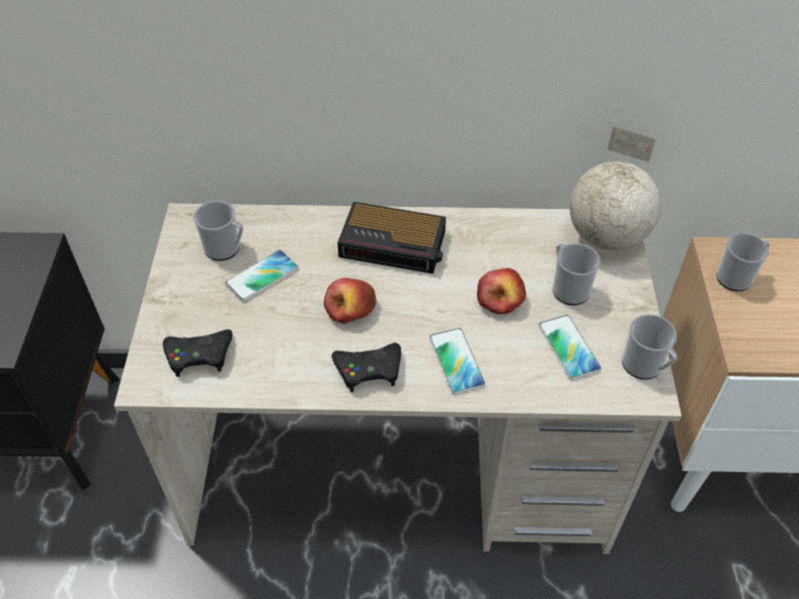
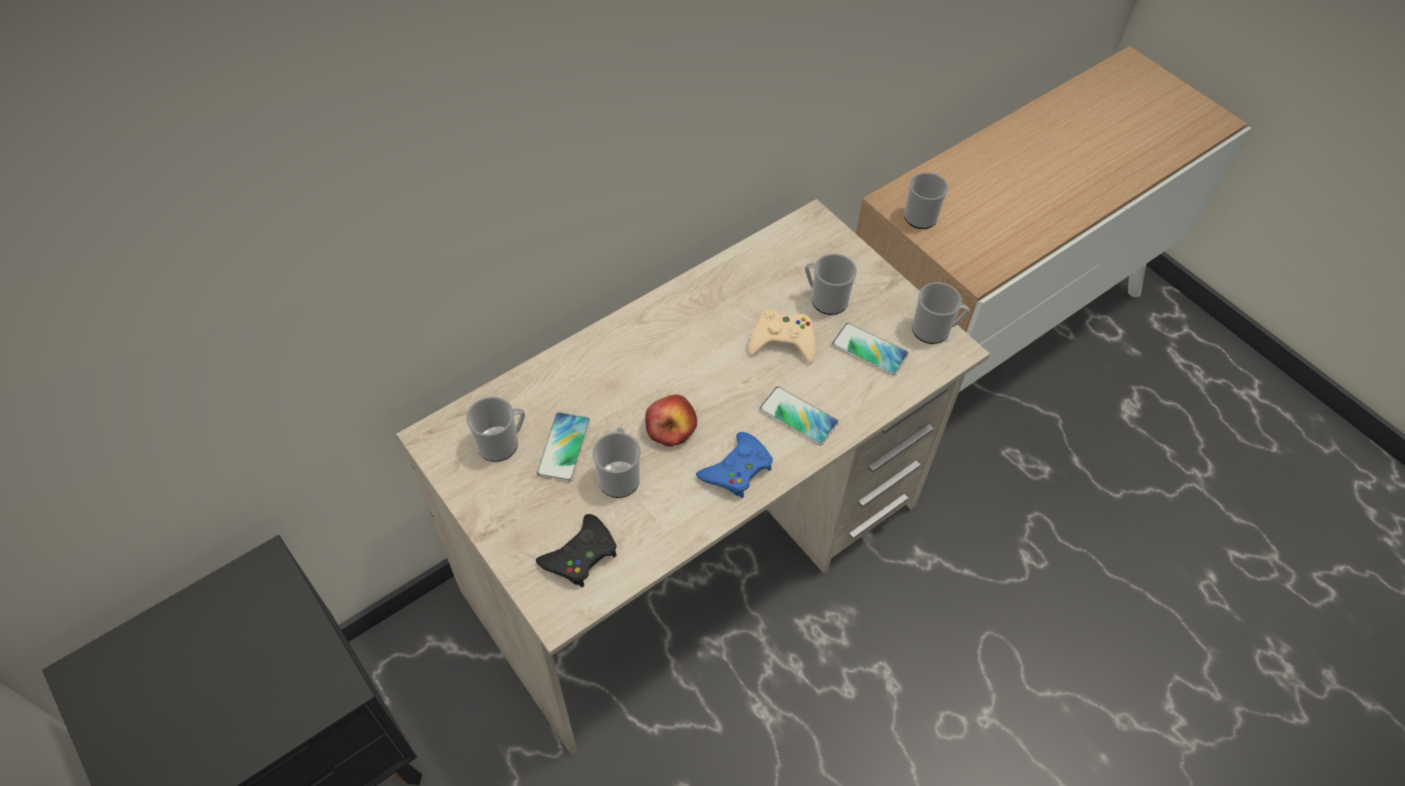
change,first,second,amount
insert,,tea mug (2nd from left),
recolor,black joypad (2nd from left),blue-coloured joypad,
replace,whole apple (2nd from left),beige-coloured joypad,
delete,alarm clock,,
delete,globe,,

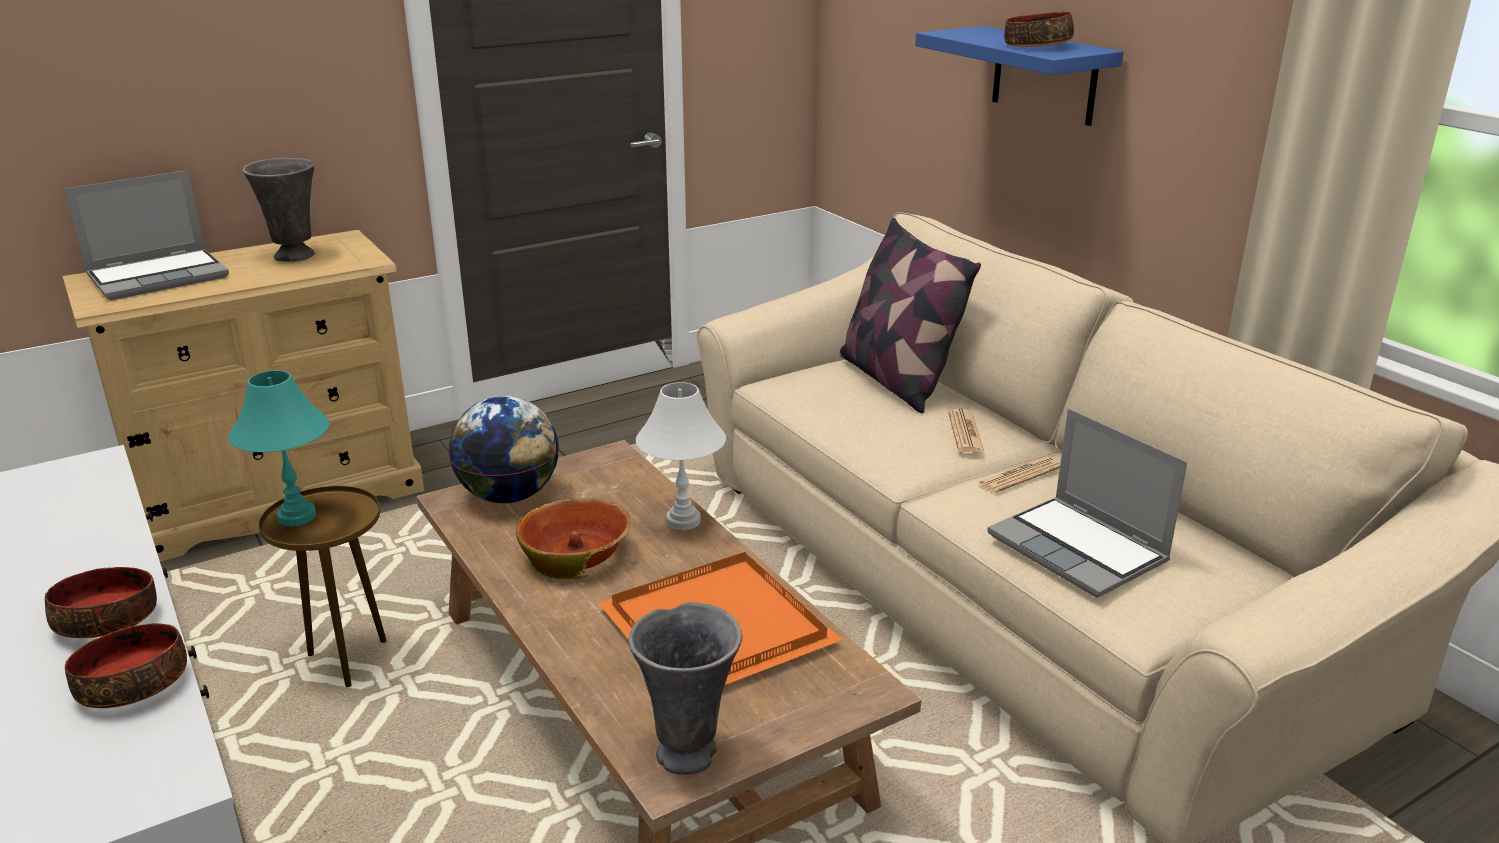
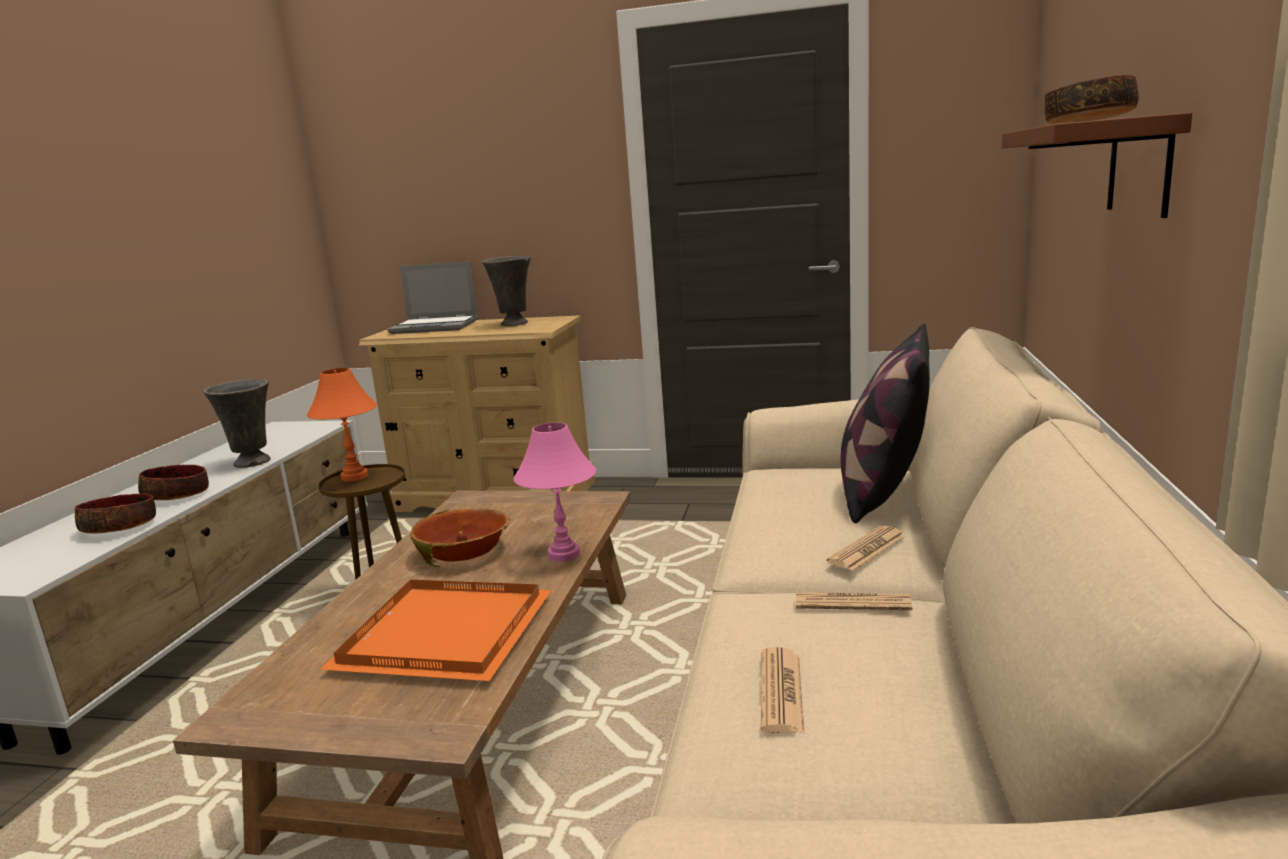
change,first,second,amount
move,greyish flower vase (2nd from left in the first image),greyish flower vase (1st from left),
recolor,blue-green tabletop lamp,orange tabletop lamp,
recolor,whitish tabletop lamp,pinkish tabletop lamp,
replace,laptop (2nd from left),newspaper (1st from left),
recolor,blue-coloured shelf,brownish shelf,
delete,globe,,

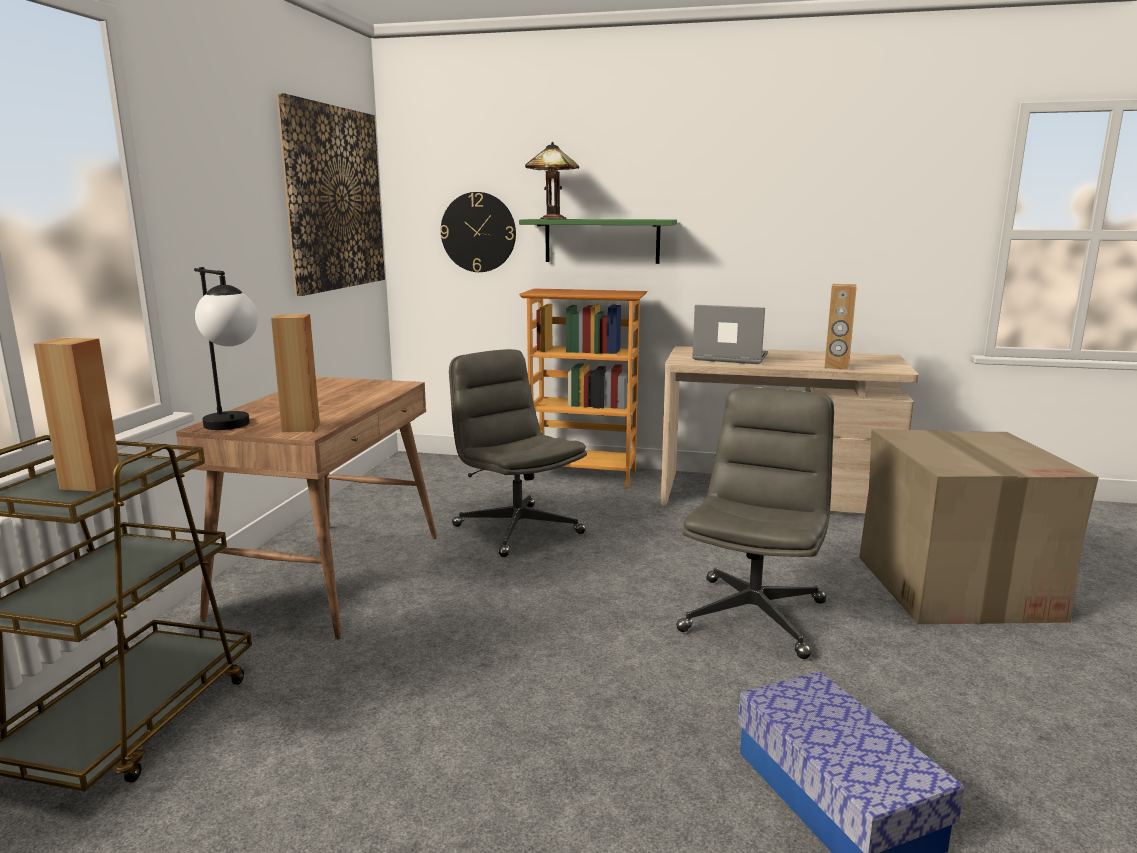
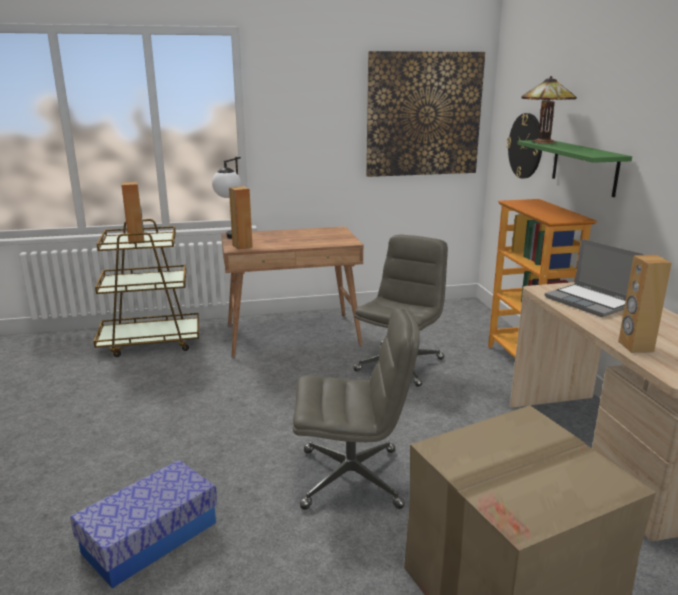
change,first,second,amount
rotate,laptop,,150 degrees clockwise

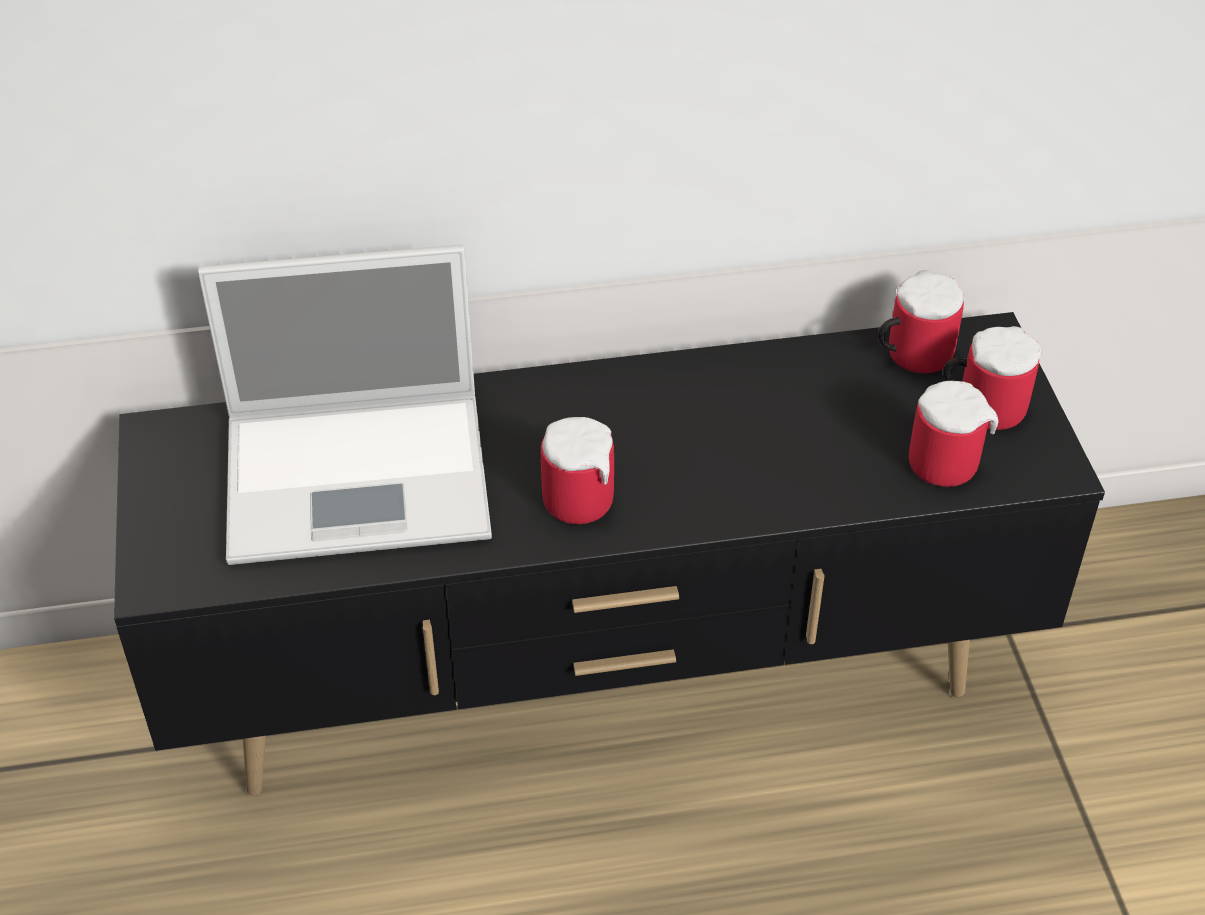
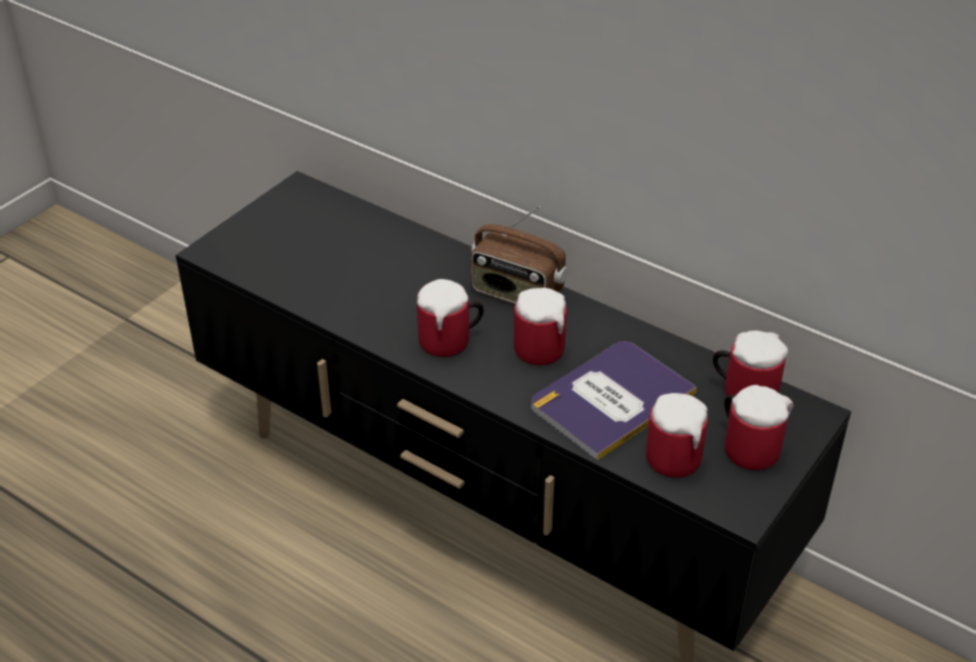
change,first,second,amount
insert,,radio receiver,
insert,,tea mug (2nd from left),
insert,,volume,
delete,laptop,,

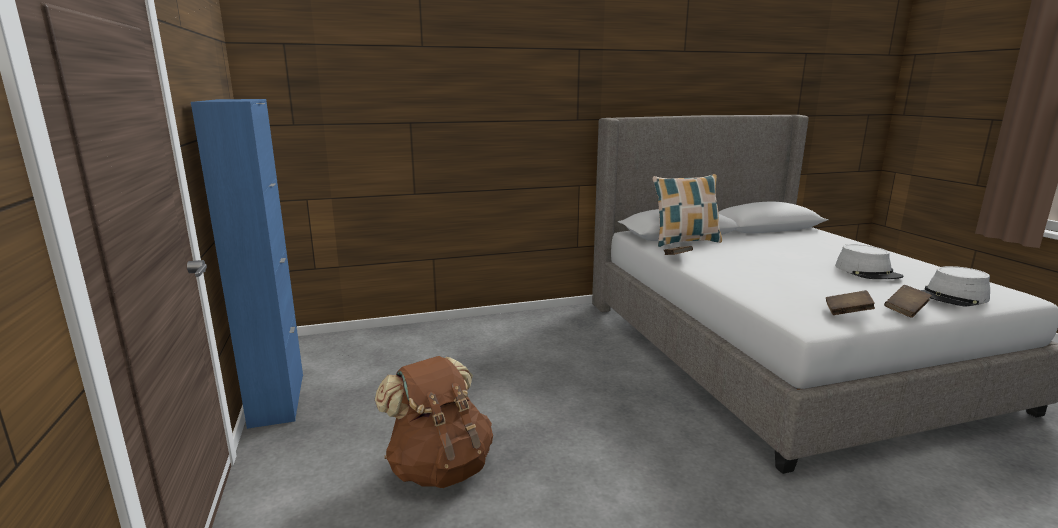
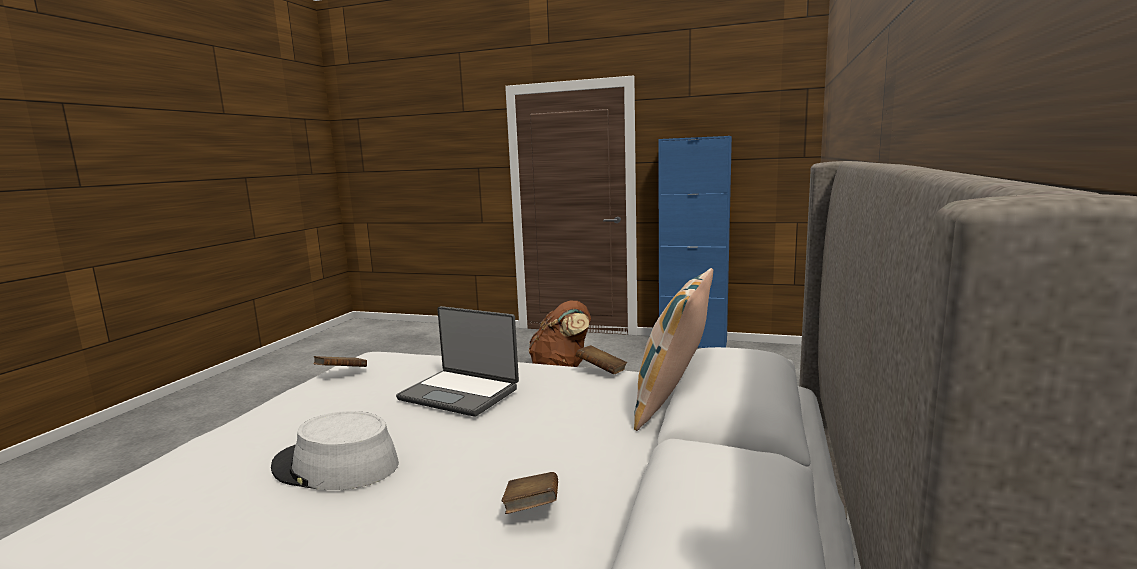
change,first,second,amount
insert,,laptop,
move,brownish volume (3rd from left in the first image),brownish volume (2nd from left),
delete,greyish hat (2nd from left),,

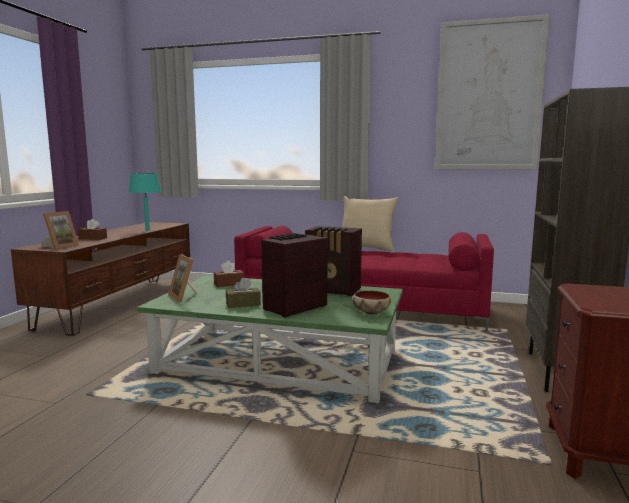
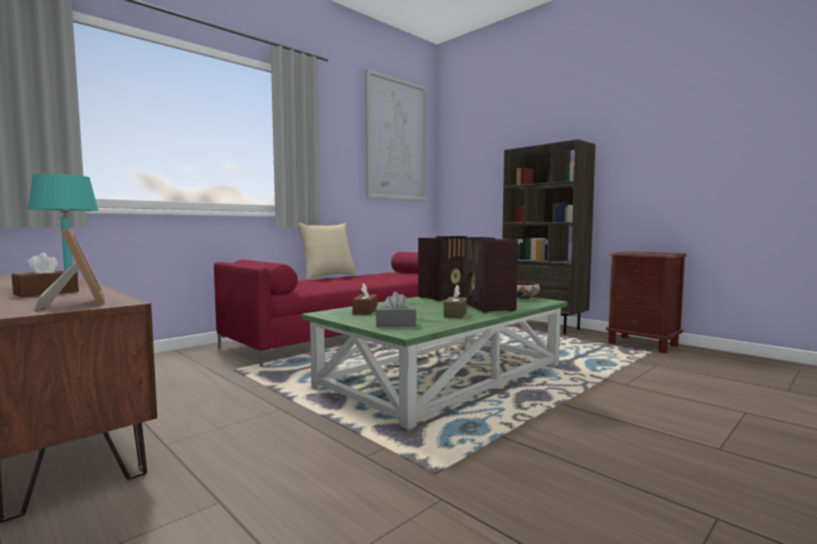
change,first,second,amount
replace,photo frame (2nd from left),greyish tissue box,

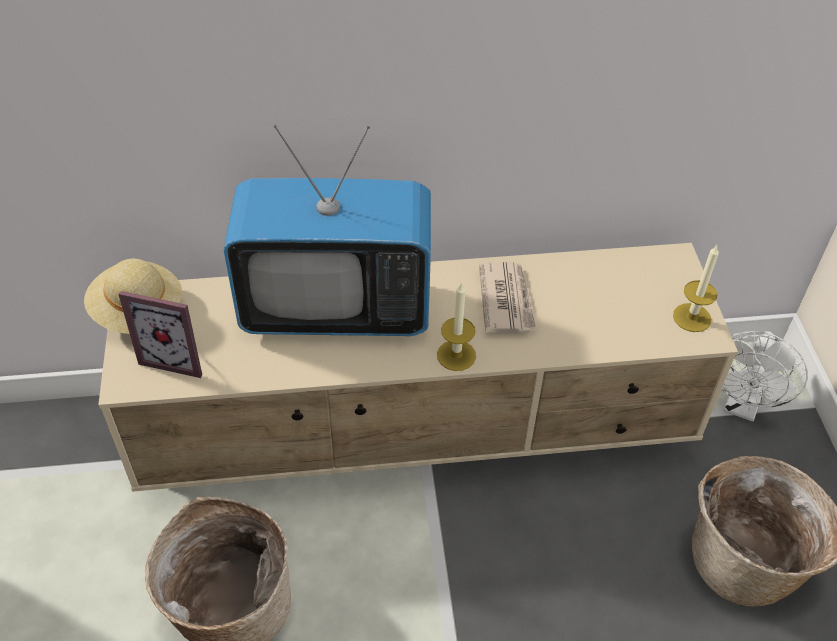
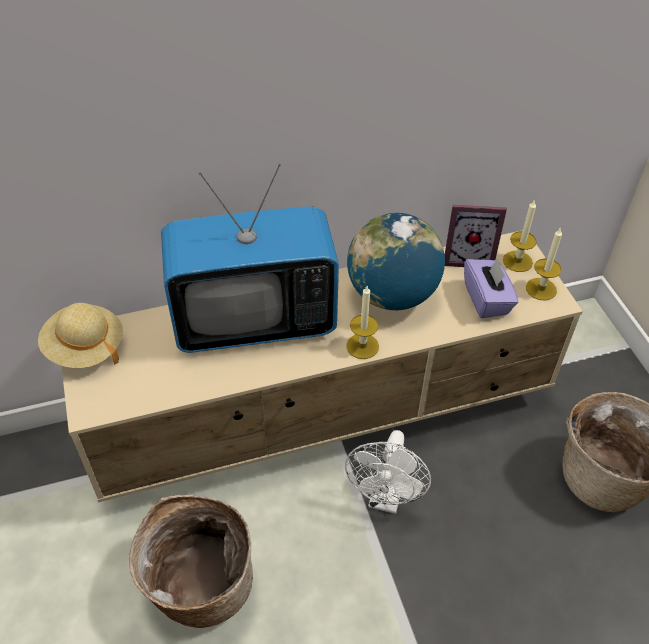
change,first,second,amount
move,whitish fan,,
replace,newspaper,globe,
move,photo frame,,
insert,,purple tissue box,
insert,,wax light (2nd from left),

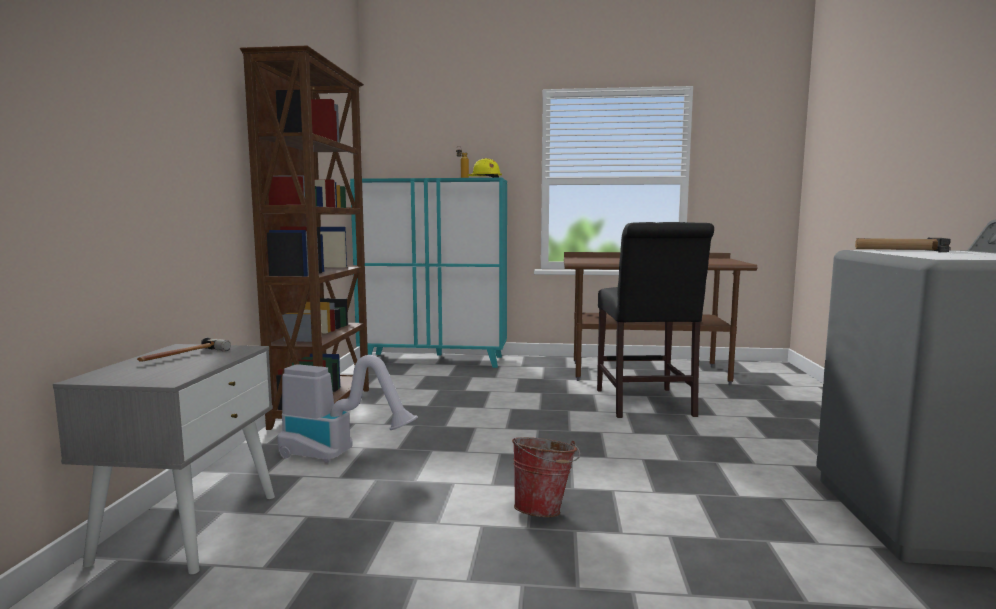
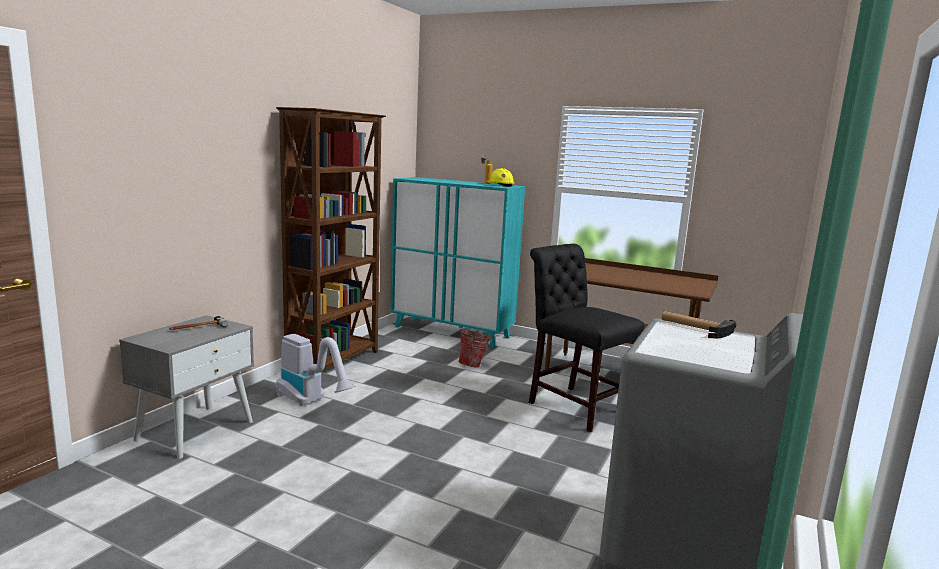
change,first,second,amount
move,water bucket,,
rotate,black plain chair,,120 degrees clockwise

